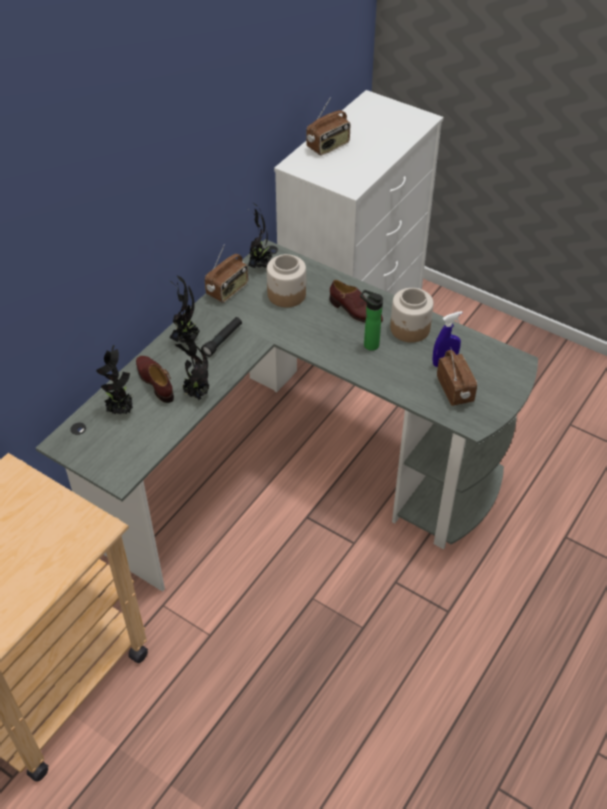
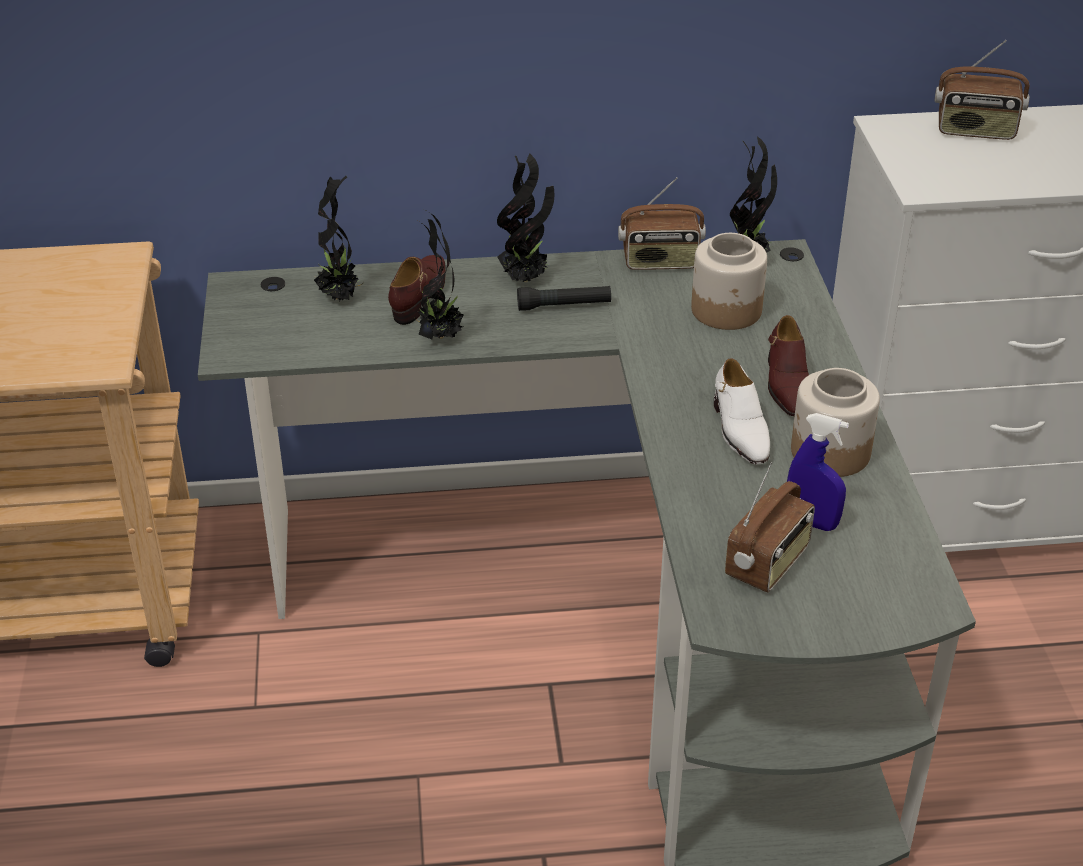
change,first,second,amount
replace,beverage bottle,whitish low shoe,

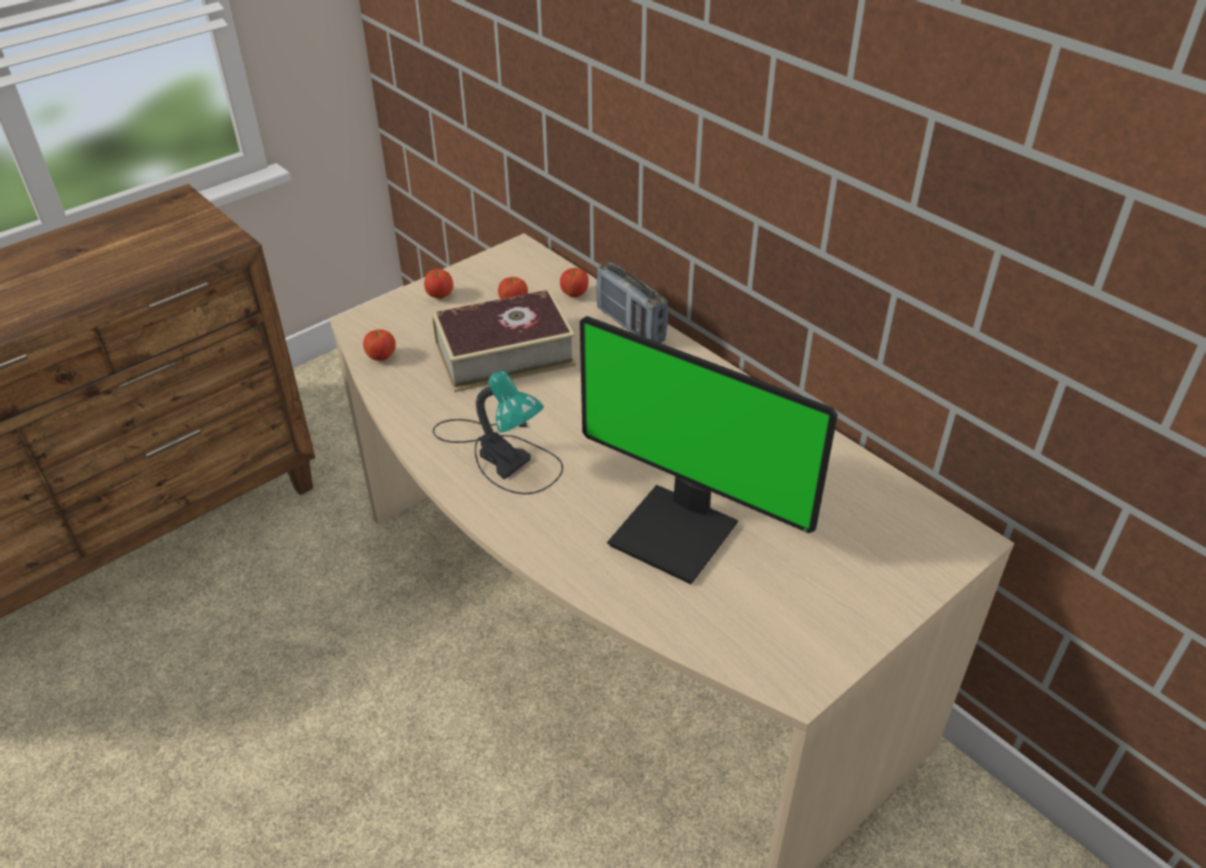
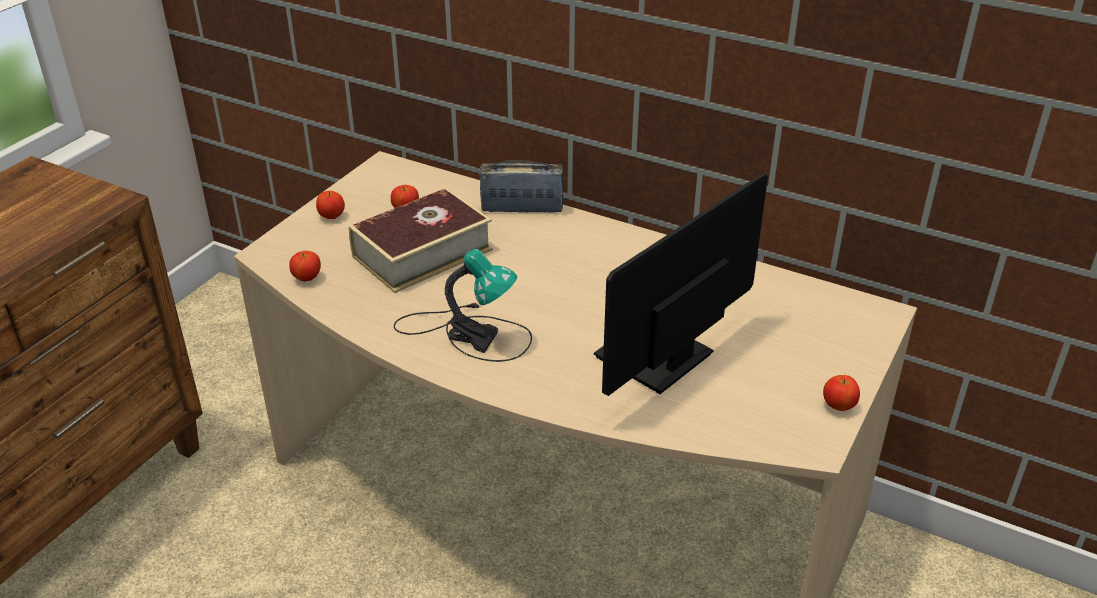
change,first,second,amount
rotate,radio receiver,,150 degrees clockwise
rotate,computer screen,,120 degrees clockwise
move,whole apple (4th from left),,

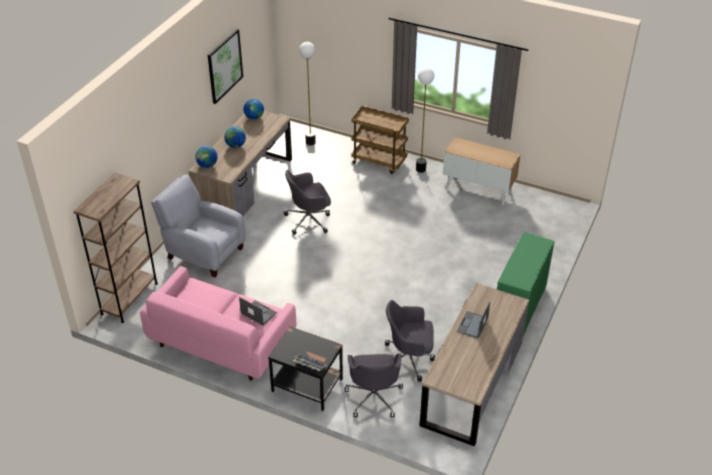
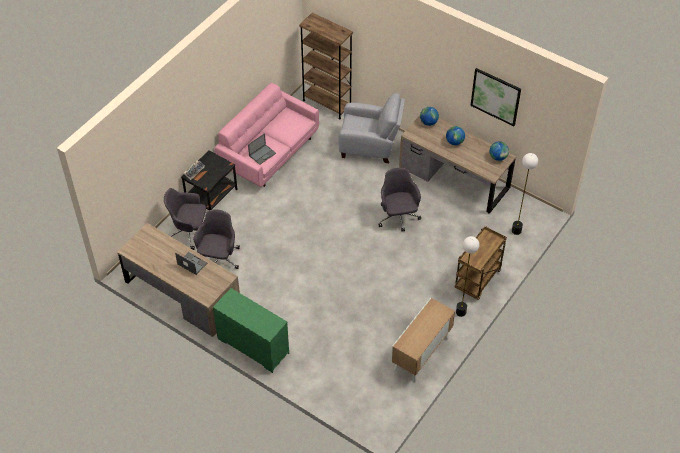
change,first,second,amount
rotate,greyish armchair,,60 degrees clockwise

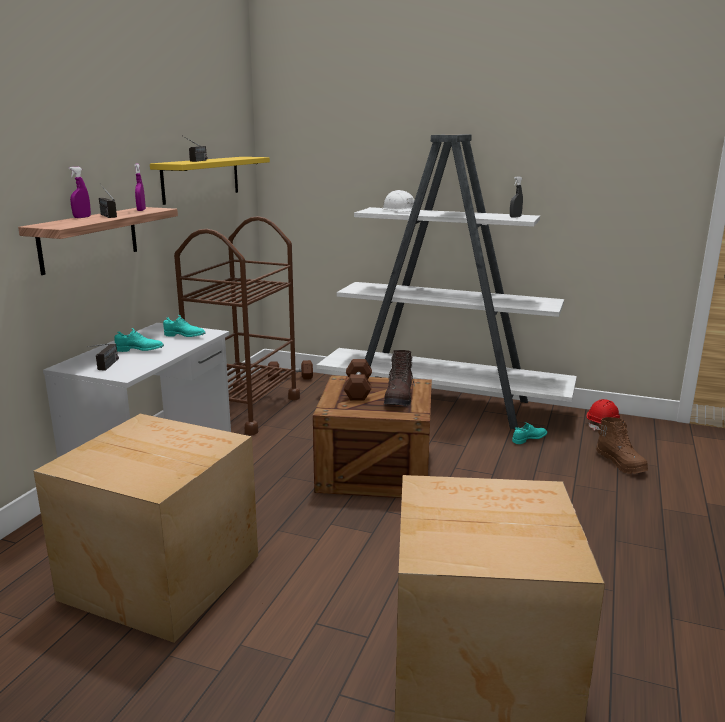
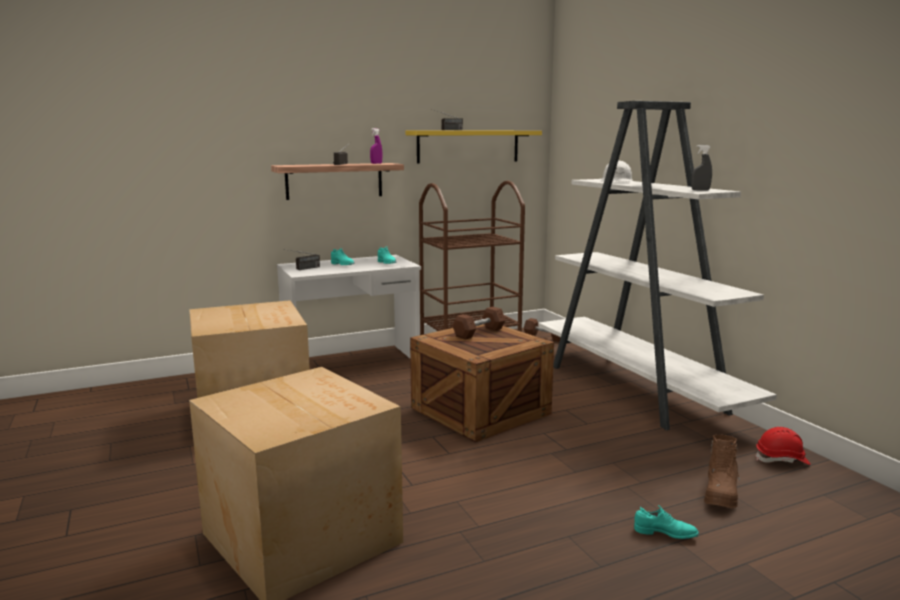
change,first,second,amount
move,blue-green low shoe (3rd from left),,
delete,purple hand sprayer (1st from left),,
delete,brownish boot (1st from left),,

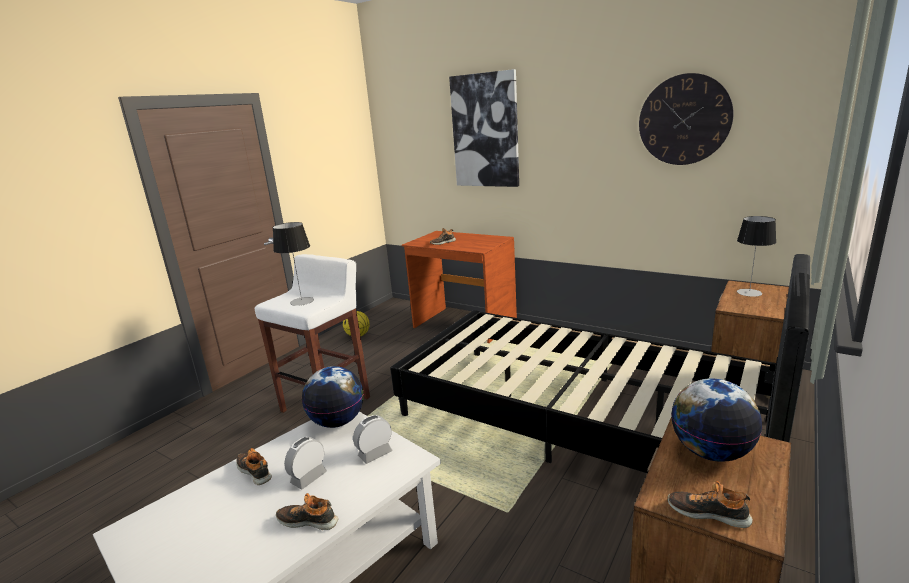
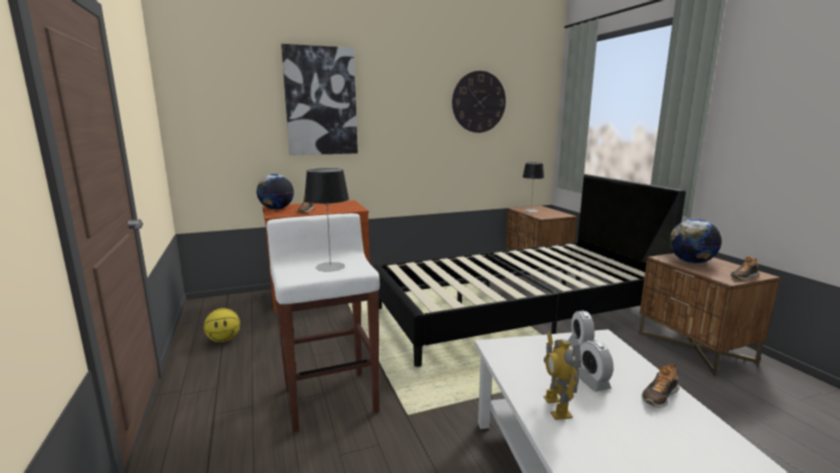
change,first,second,amount
move,globe (1st from left),,
replace,low shoe (1st from left),model robot,

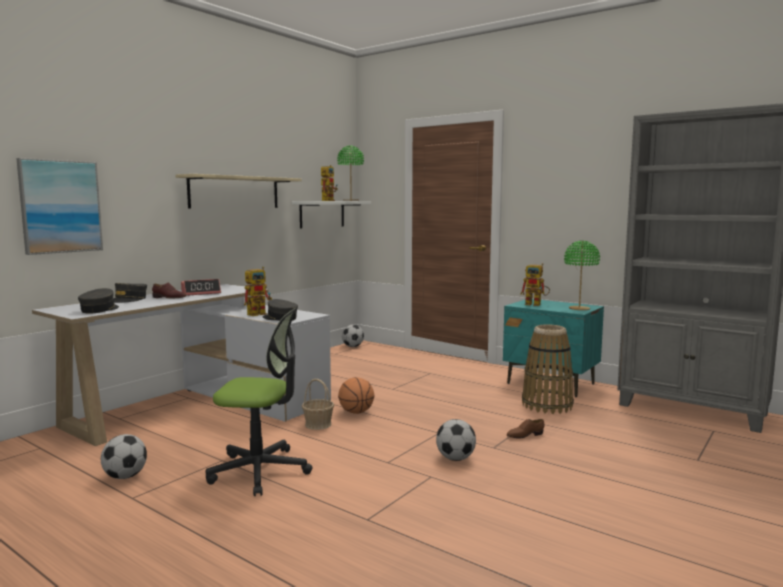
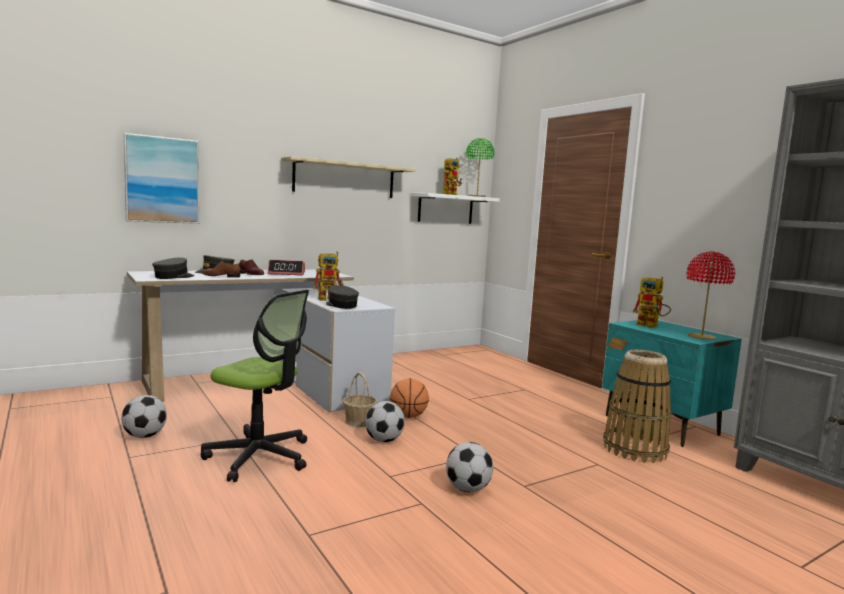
change,first,second,amount
move,brownish low shoe (2nd from left in the first image),brownish low shoe (1st from left),
move,ball for football (2nd from left),,
recolor,green tabletop lamp (2nd from left),red tabletop lamp,

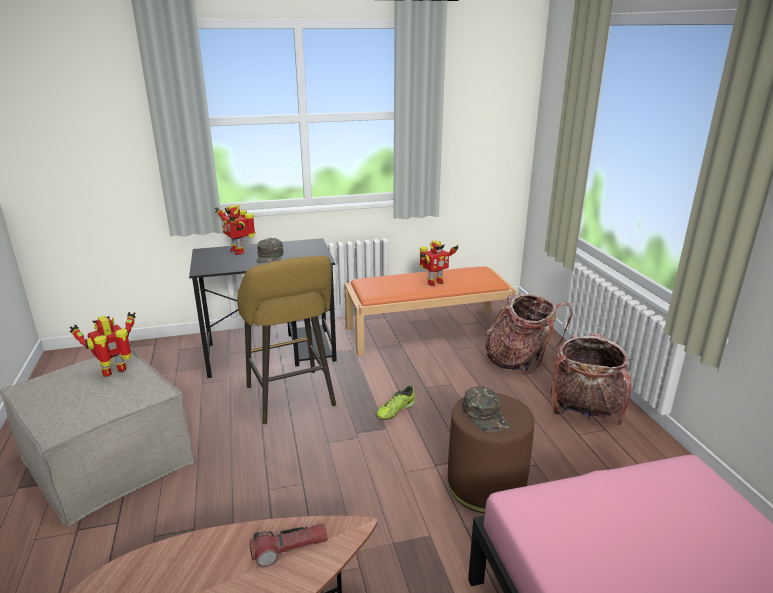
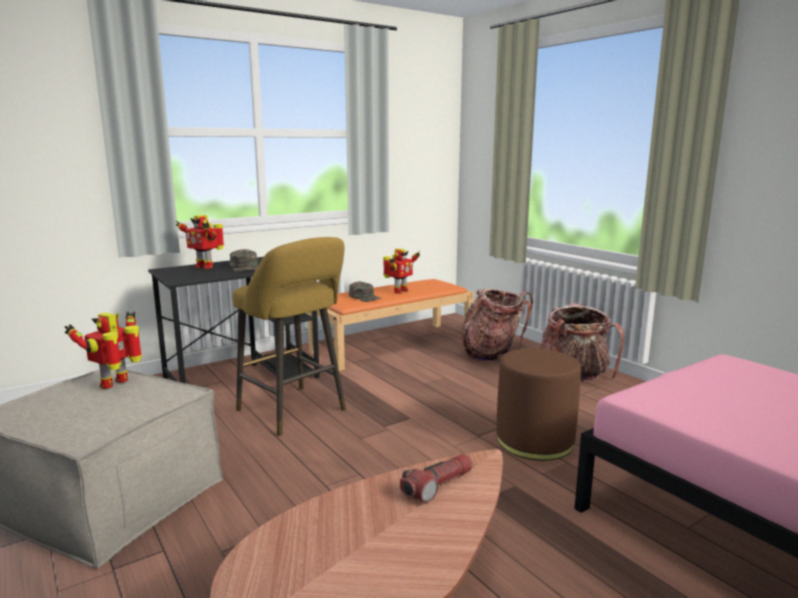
change,first,second,amount
move,green cap (2nd from left),,
delete,low shoe,,

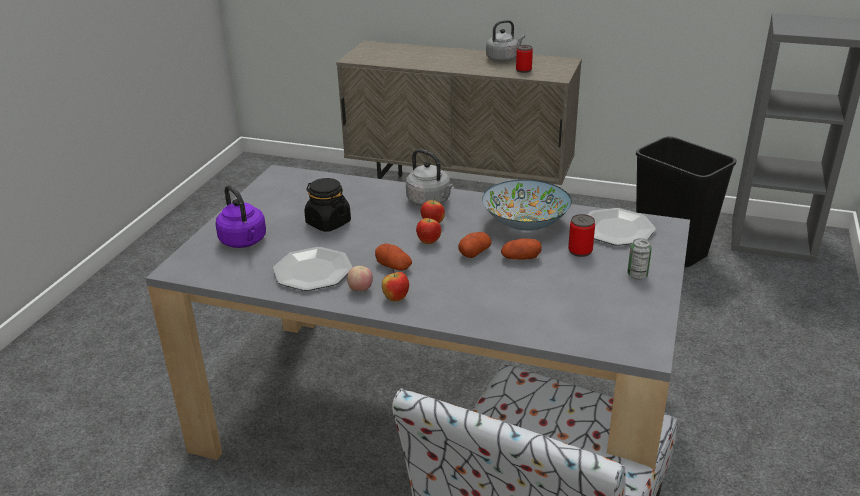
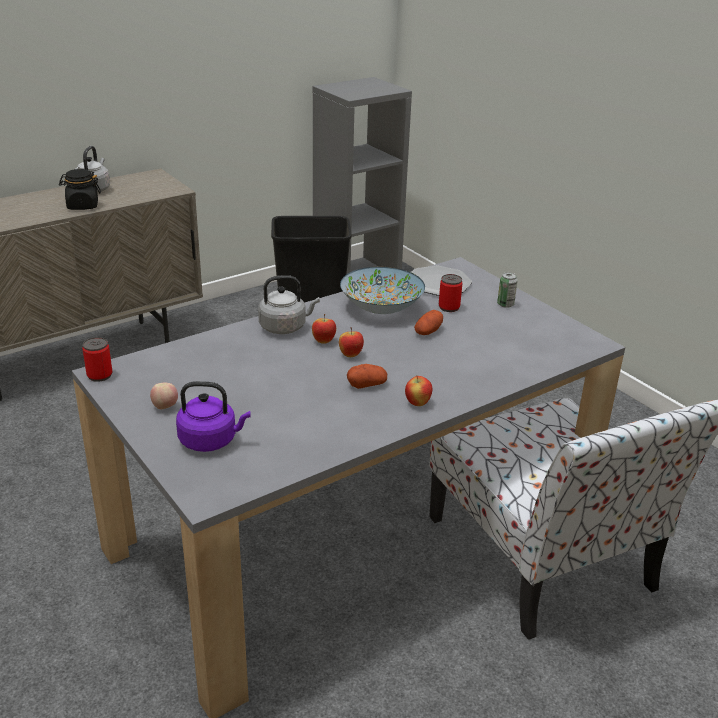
change,first,second,amount
move,black storage jar,,
move,can (1st from left),,
move,whole apple (1st from left),,
delete,dinner plate (1st from left),,
delete,potato (2nd from left),,

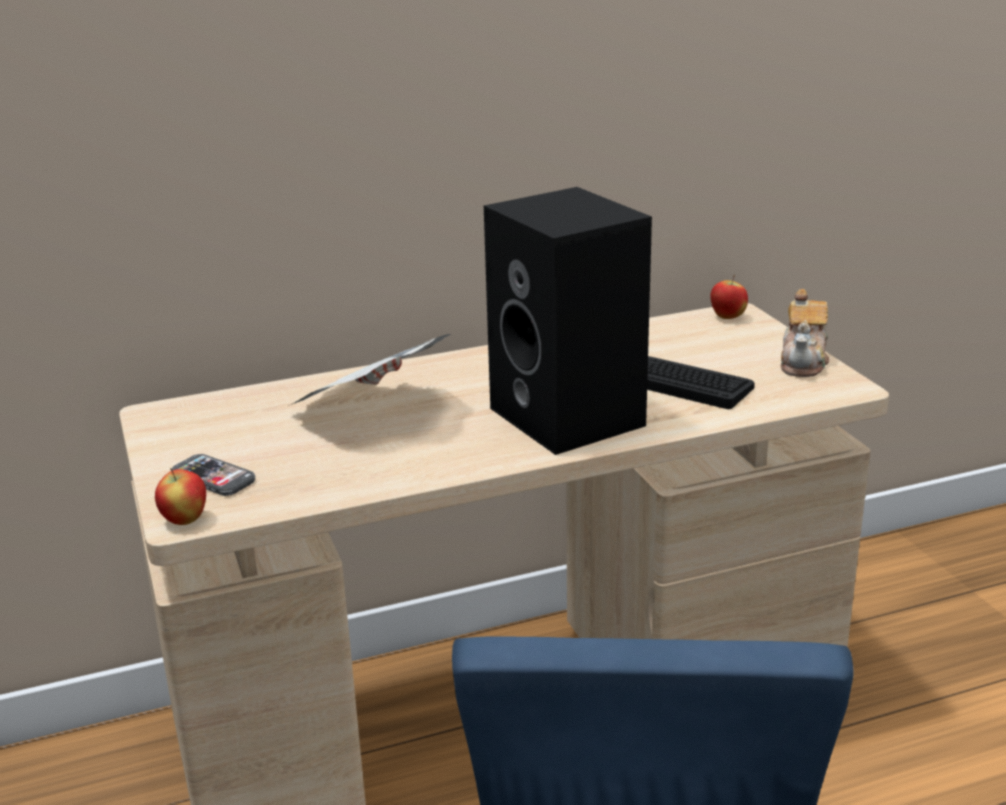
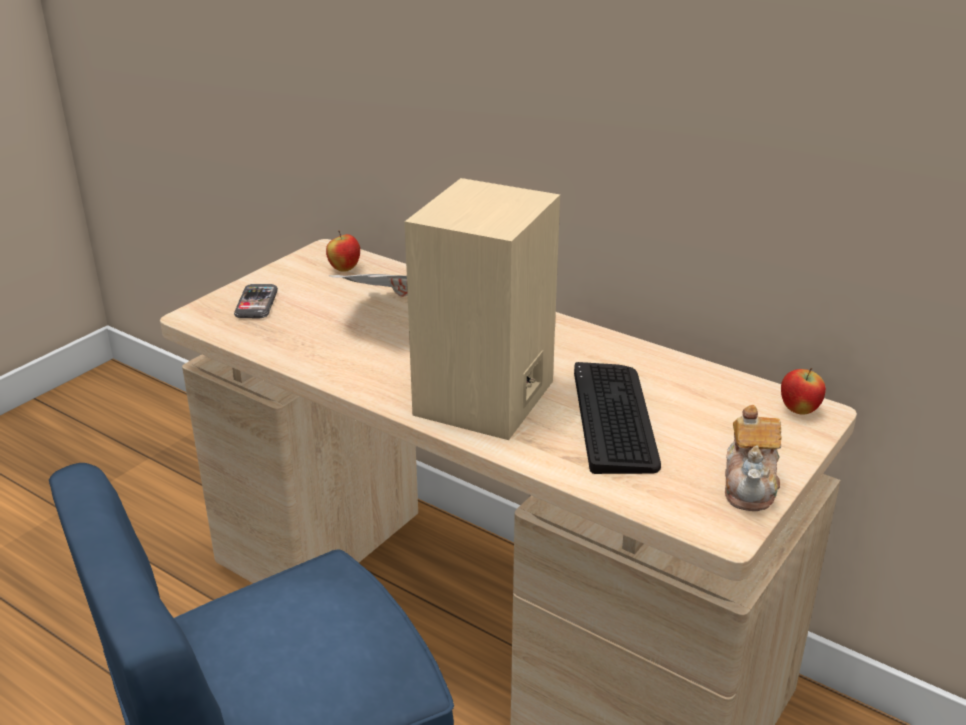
change,first,second,amount
move,whole apple (1st from left),,
recolor,black audio speaker,beige-coloured audio speaker,
rotate,pot for tea,,60 degrees counterclockwise

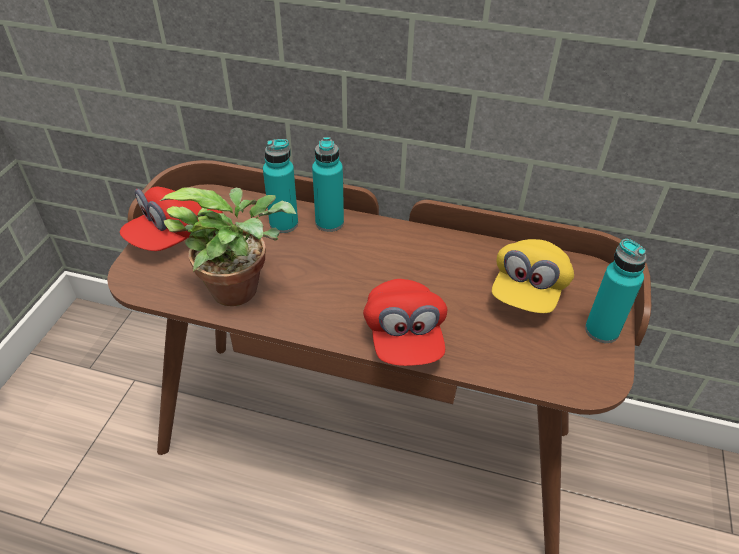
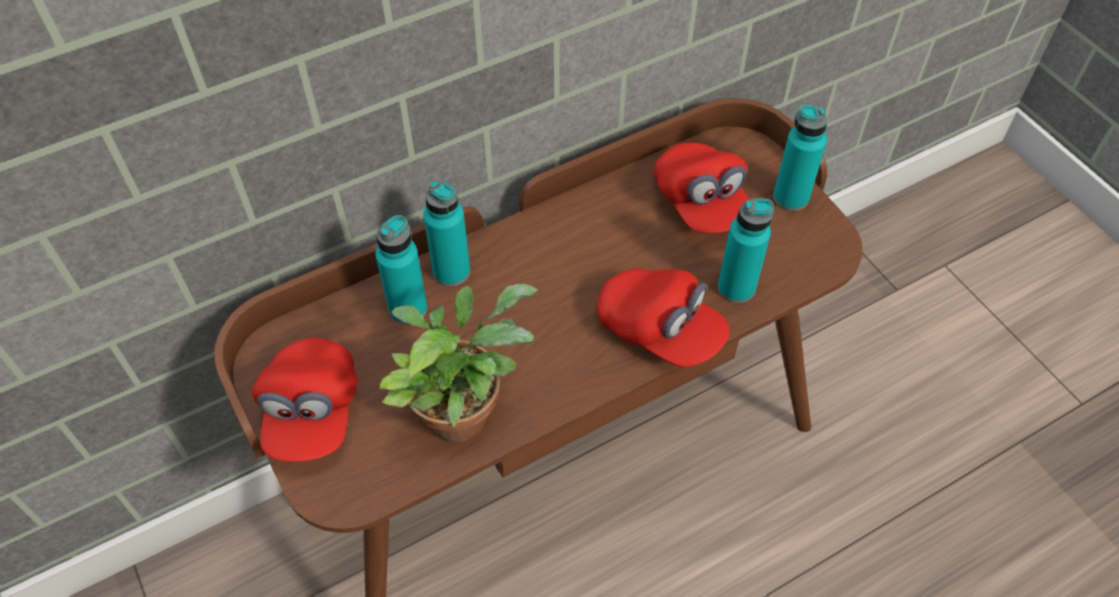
change,first,second,amount
recolor,yellowish cap,red cap (3rd from left),
insert,,blue-green beverage bottle (3rd from left),

